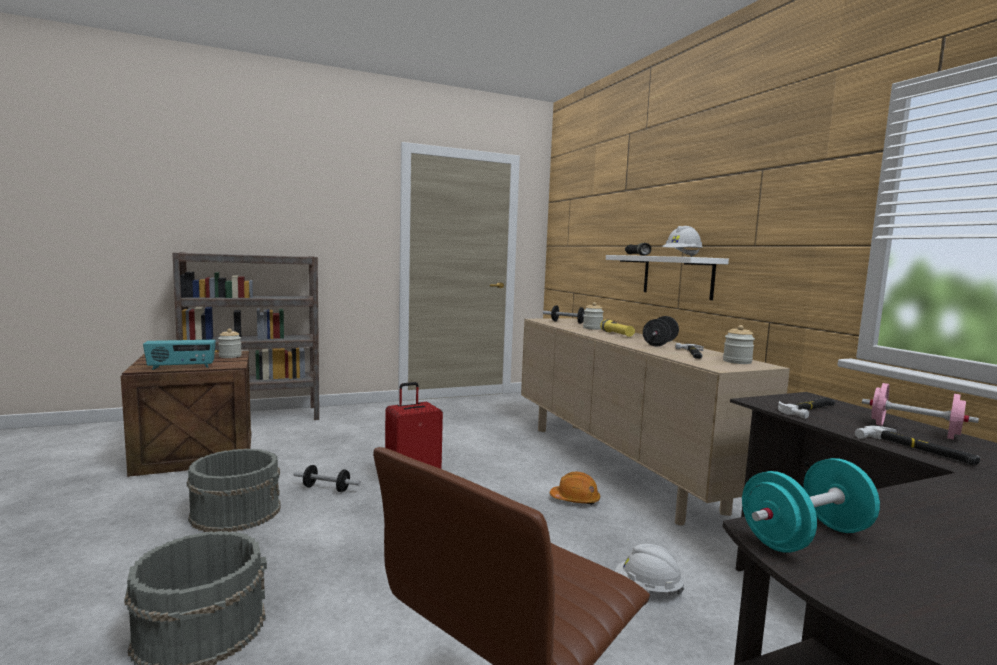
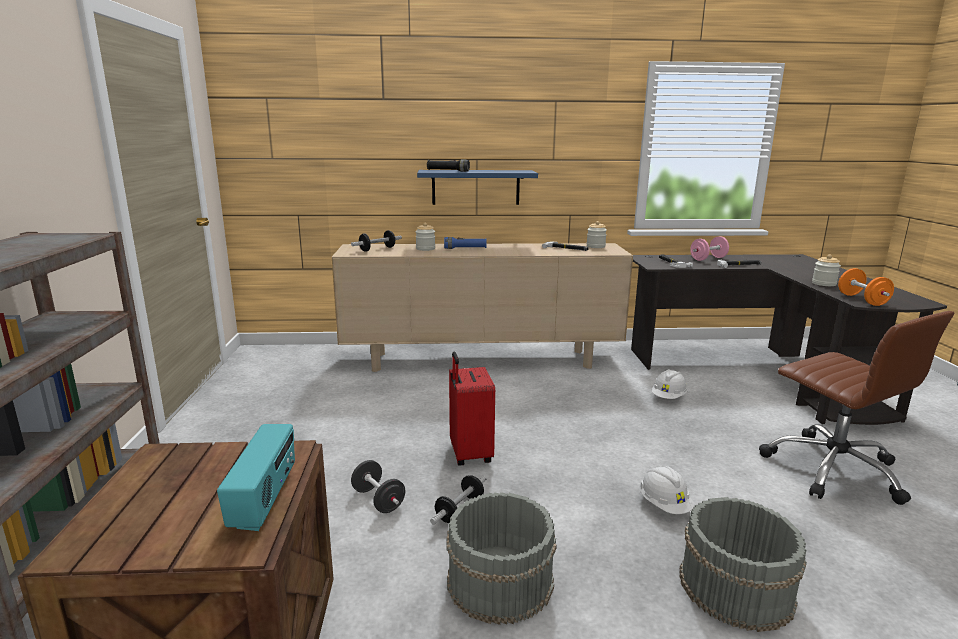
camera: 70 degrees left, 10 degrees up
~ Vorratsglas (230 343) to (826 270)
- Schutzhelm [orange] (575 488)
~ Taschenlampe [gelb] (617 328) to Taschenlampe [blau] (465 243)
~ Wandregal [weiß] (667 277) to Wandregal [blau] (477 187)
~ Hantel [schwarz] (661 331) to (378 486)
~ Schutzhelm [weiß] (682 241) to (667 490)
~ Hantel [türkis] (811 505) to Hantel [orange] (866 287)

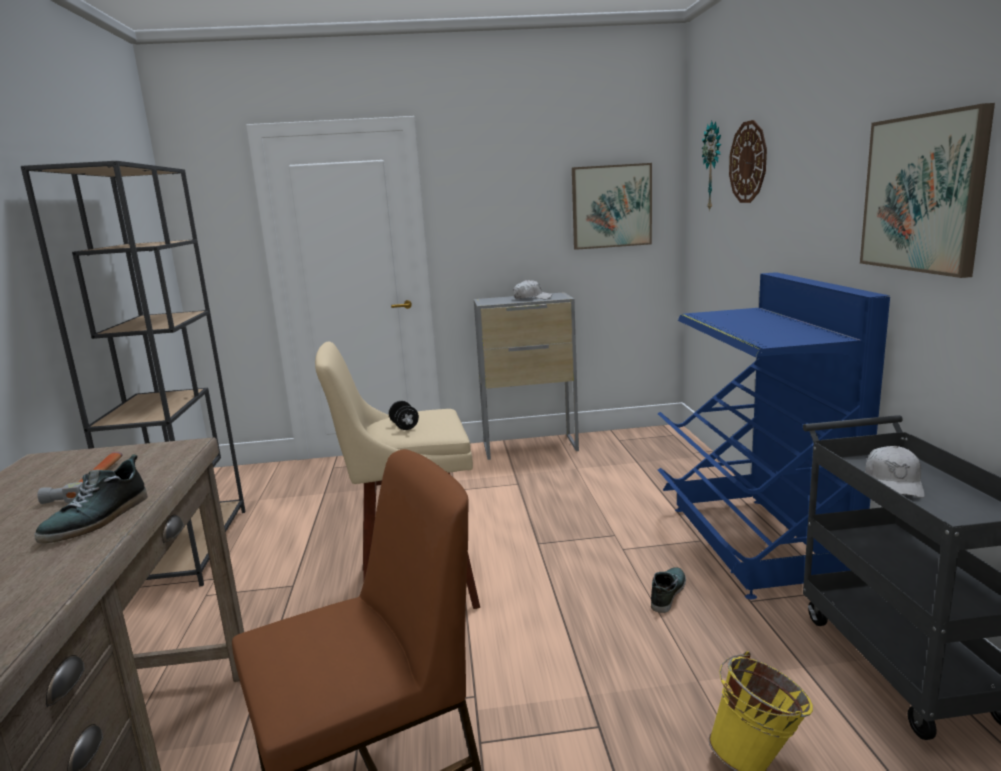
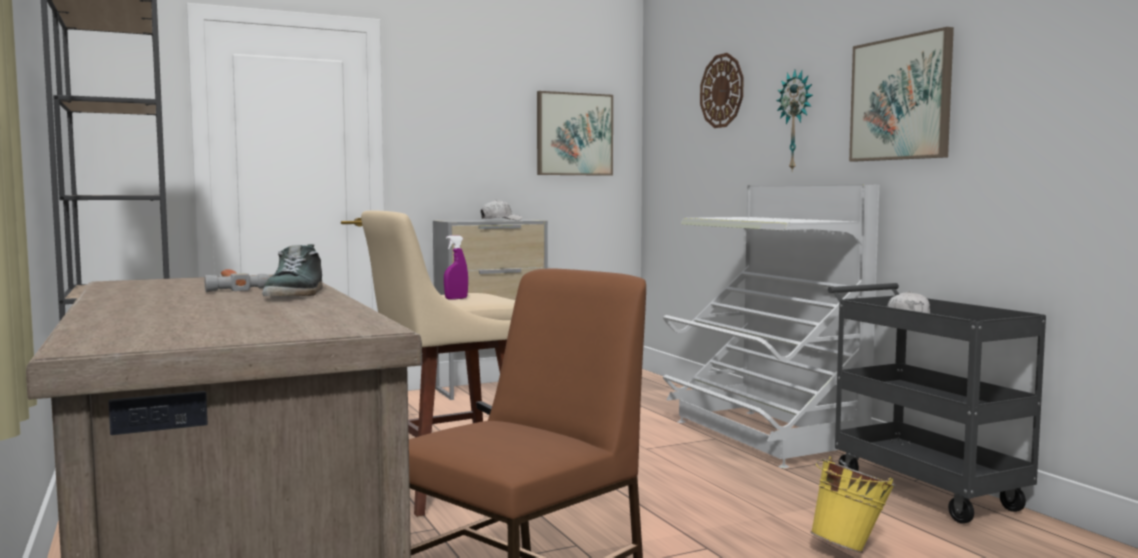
camera: 20 degrees left, 10 degrees down
~ Hantel [schwarz] (404 415) to Sprühflasche [lila] (456 267)
- Schuh (668 590)
~ Schuhregal [blau] (774 435) to Schuhregal [weiß] (771 326)
~ Wanduhr (711 166) to (794 120)

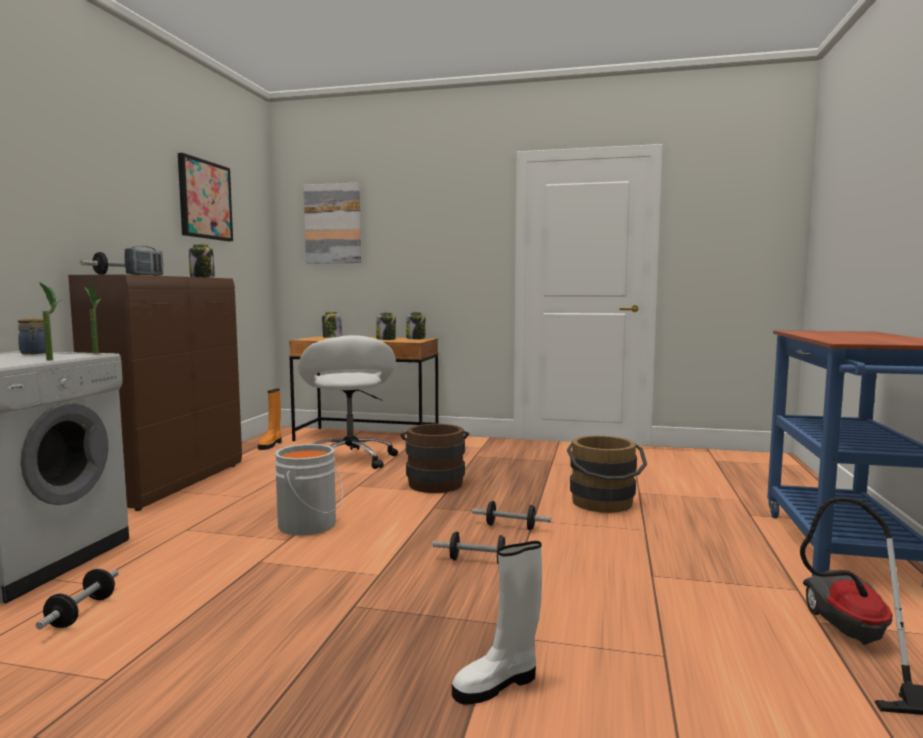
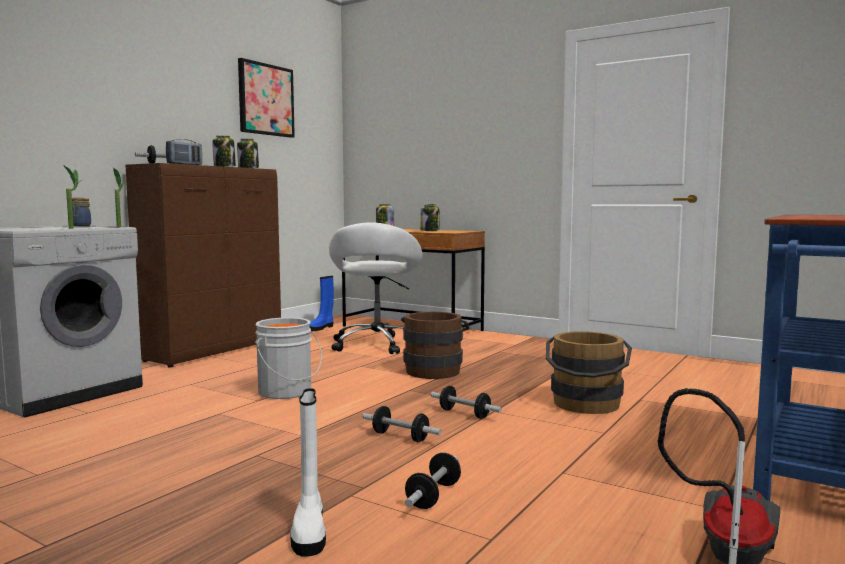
camera: 20 degrees right, 0 degrees up
~ Hantel (77 599) to (433 481)
~ Stiefel [orange] (270 419) to Stiefel [blau] (321 303)
- Bild (332 223)
~ Vorratsglas (416 325) to (224 151)
~ Stiefel [weiß] (497 622) = (308 472) 90 degrees counterclockwise

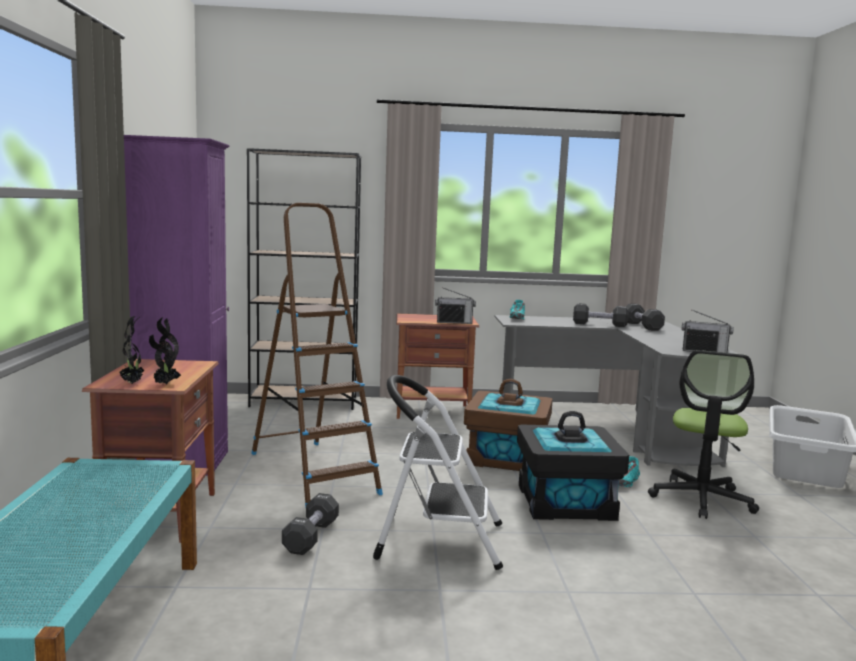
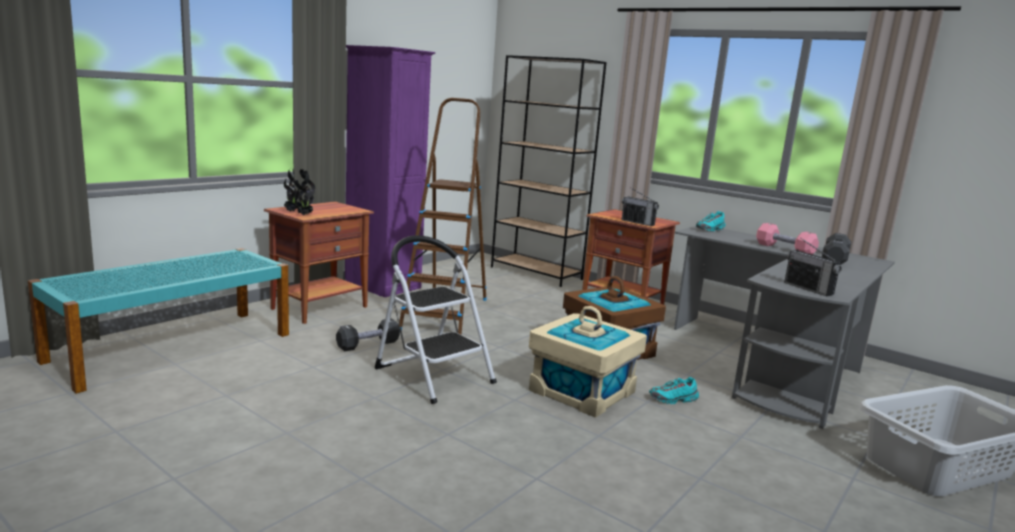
camera: 40 degrees right, 5 degrees up
~ Aufbewahrungsbox [schwarz] (573 466) to Aufbewahrungsbox [beige] (588 362)
~ Hantel [schwarz] (601 315) to Hantel [rosa] (787 239)
- Bürostuhl (703 434)

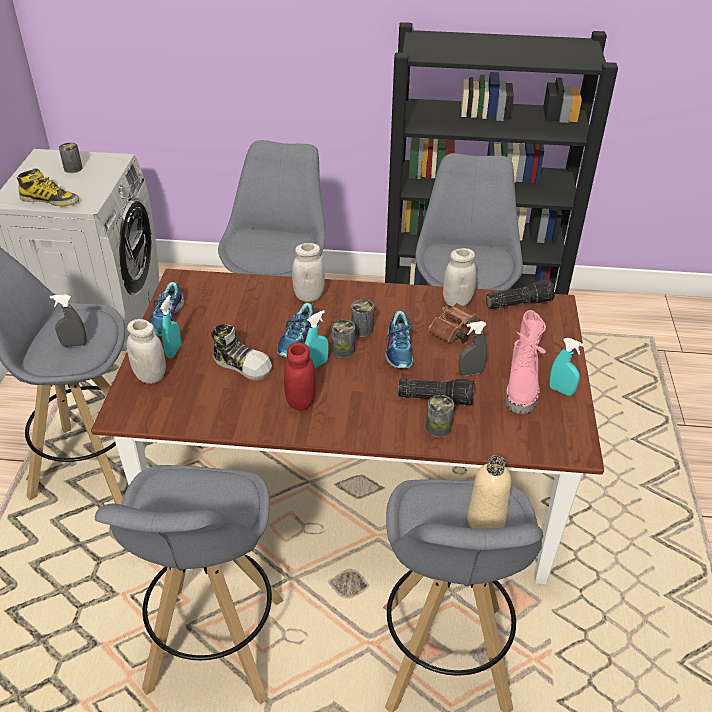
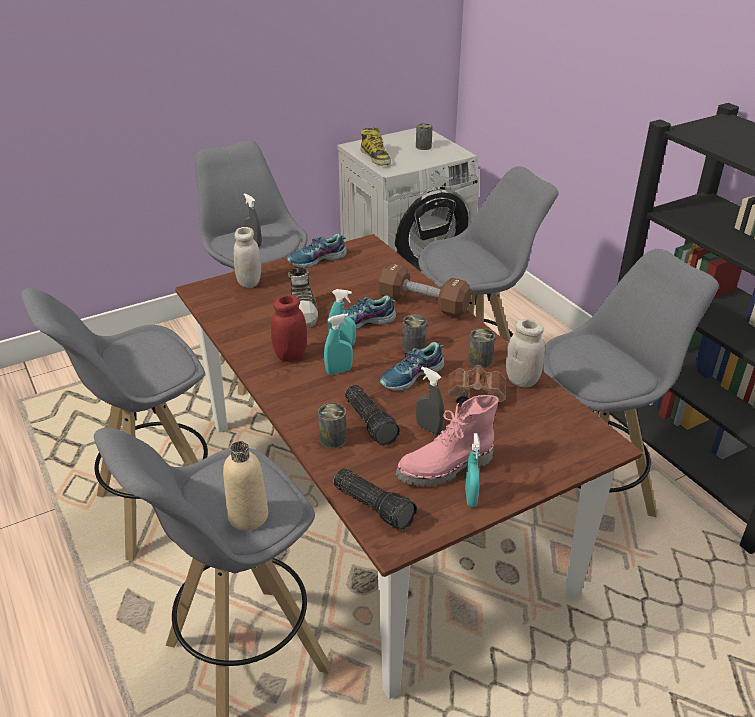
camera: 55 degrees right, 5 degrees down
~ Sprühflasche [türkis] (170 326) to (338 344)
~ Vorratsglas [weiß] (308 272) to Hantel [braun] (424 289)
~ Dose (343 339) to (481 348)
~ Taschenlampe (520 294) to (375 499)

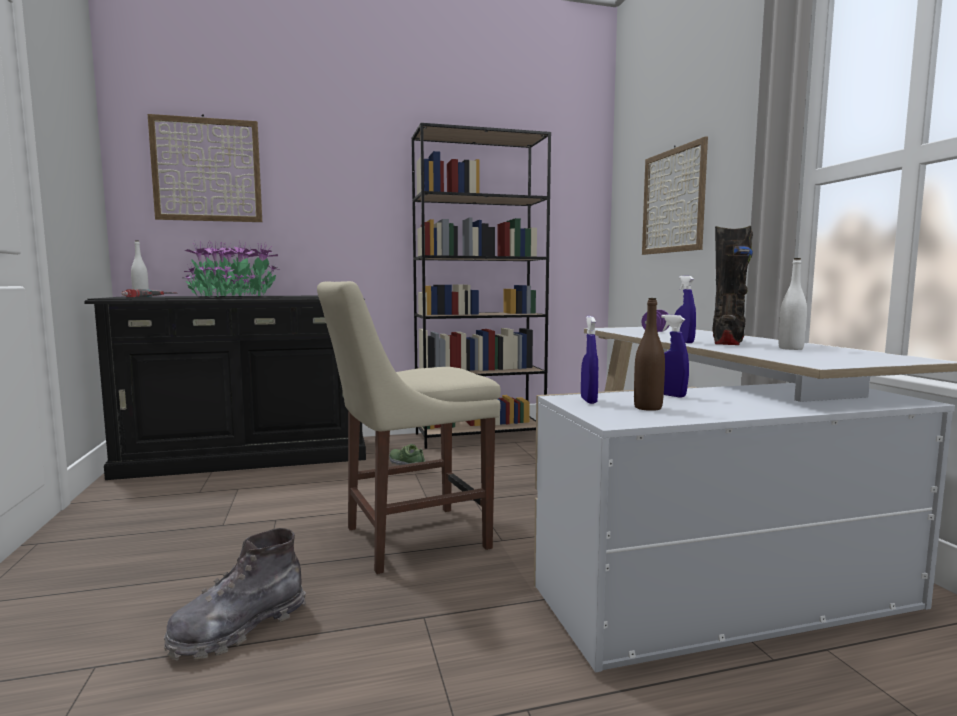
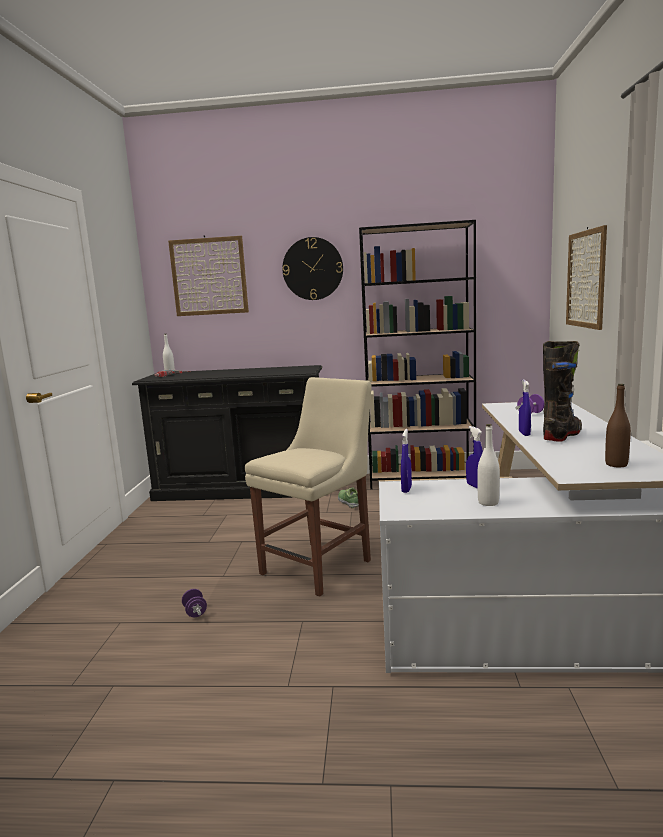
camera: 20 degrees right, 5 degrees up
~ Stiefel [grau] (235 594) to Hantel [lila] (194 603)
- Topfpflanze (232 268)
~ Stuhl [beige] (409 427) = (308 487) 135 degrees clockwise
~ Flasche [braun] (649 354) to (618 425)
~ Flasche [weiß] (793 304) to (488 465)
+ Wanduhr (312 268)

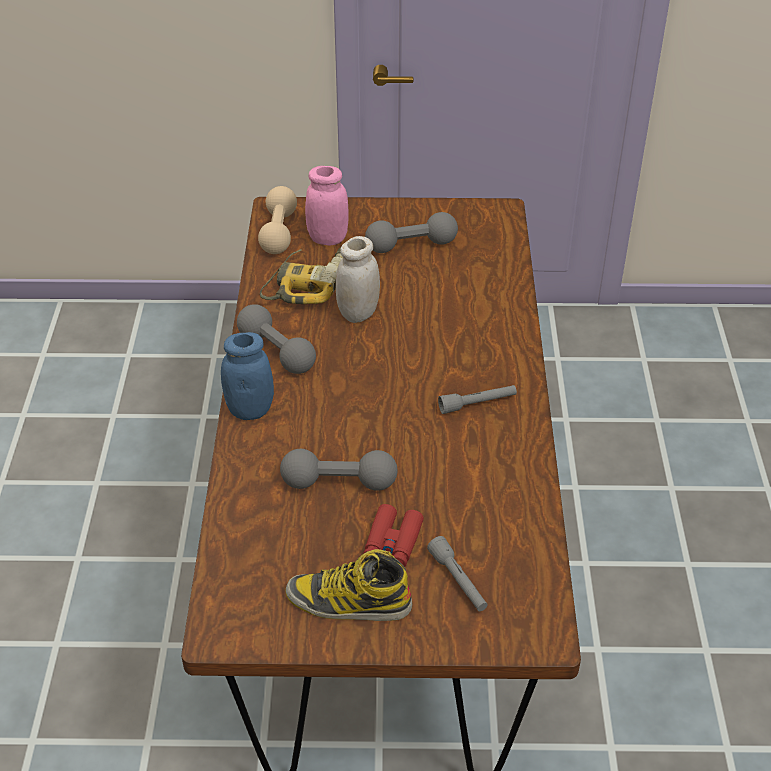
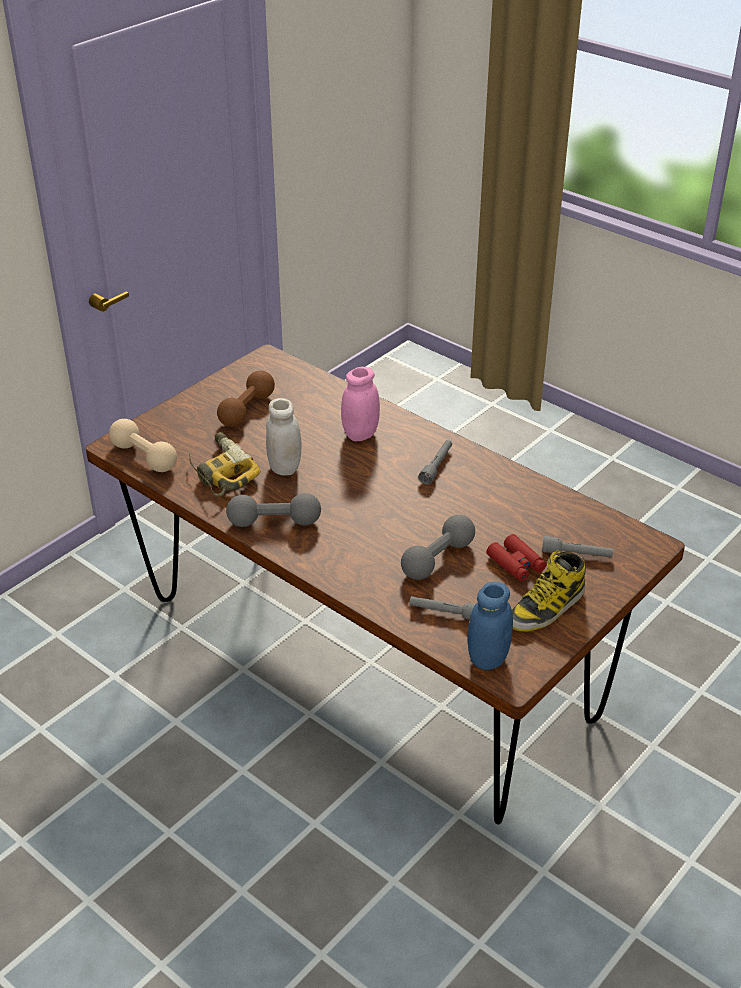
camera: 50 degrees left, 5 degrees down
~ Vorratsglas [blau] (247 376) to (490 626)
~ Vorratsglas [rosa] (327 206) to (360 404)
~ Hantel [grau] (411 232) to Hantel [braun] (246 398)
+ Taschenlampe [grau] (442 608)

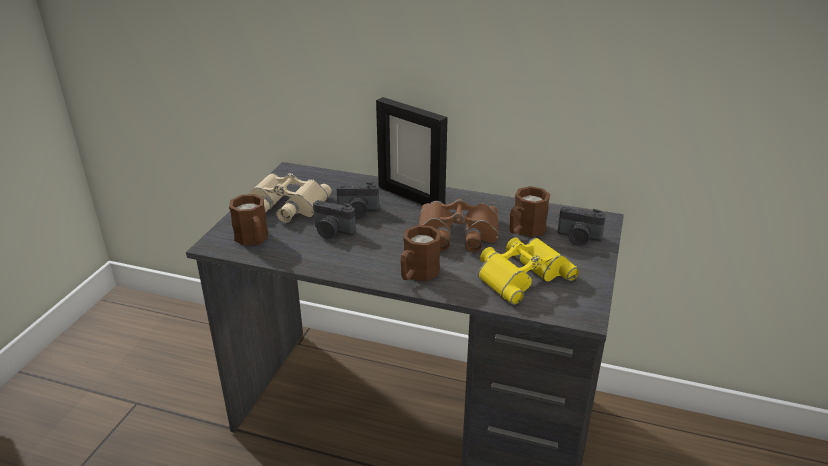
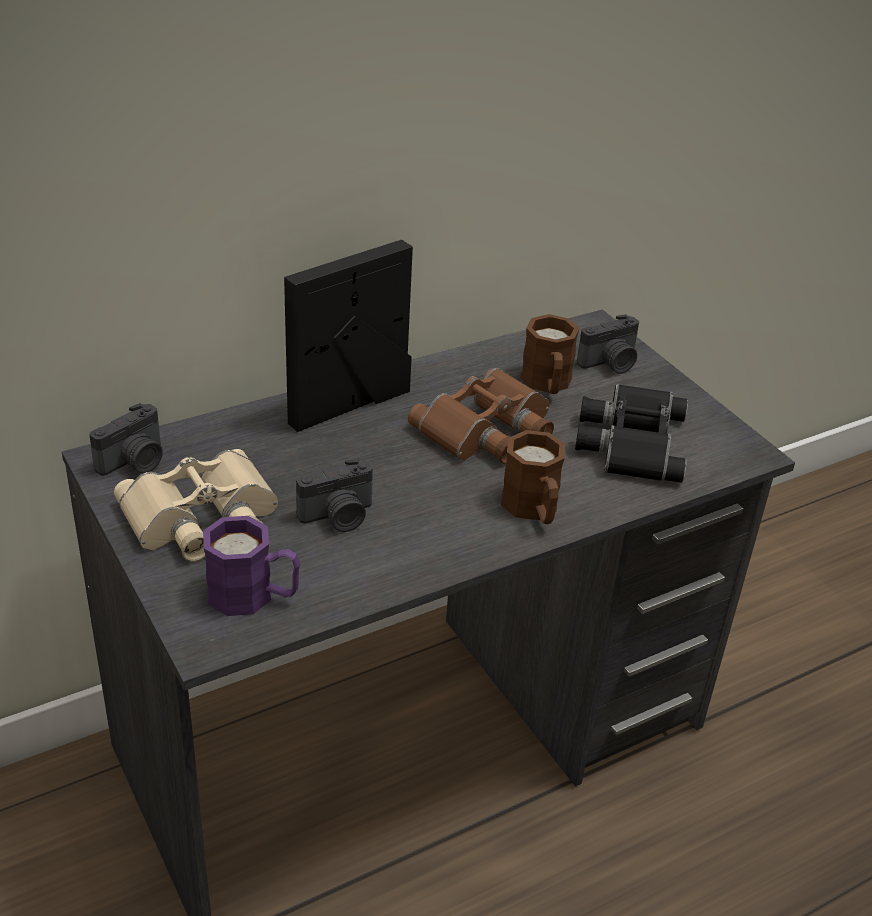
camera: 50 degrees left, 5 degrees up
~ Henkelbecher [braun] (248 220) to Henkelbecher [lila] (251 566)
~ Kamera (357 200) to (126 439)
~ Bilderrahmen (412 151) = (348 336) 150 degrees clockwise
~ Fernglas [gelb] (528 271) to Fernglas [schwarz] (631 433)

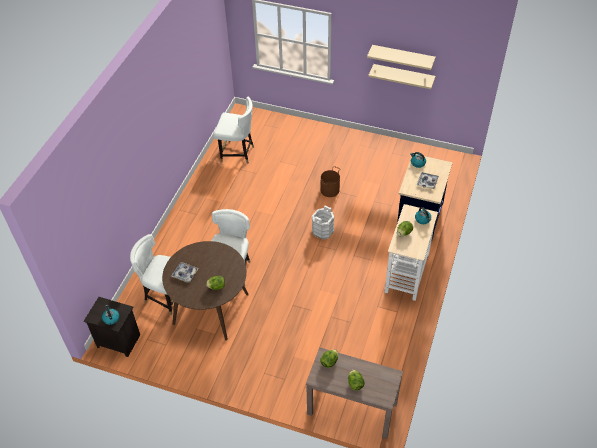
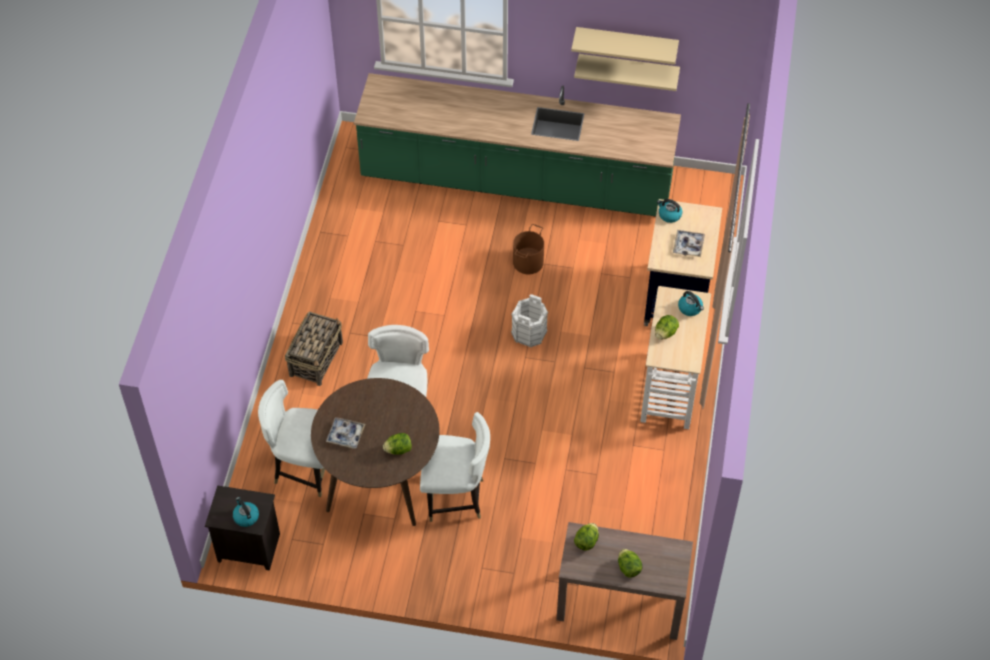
camera: 10 degrees left, 5 degrees up
~ Stuhl [weiß] (233 130) to (455 467)
+ Korb (314 349)
+ Küchenzeile [grün] (517 144)

